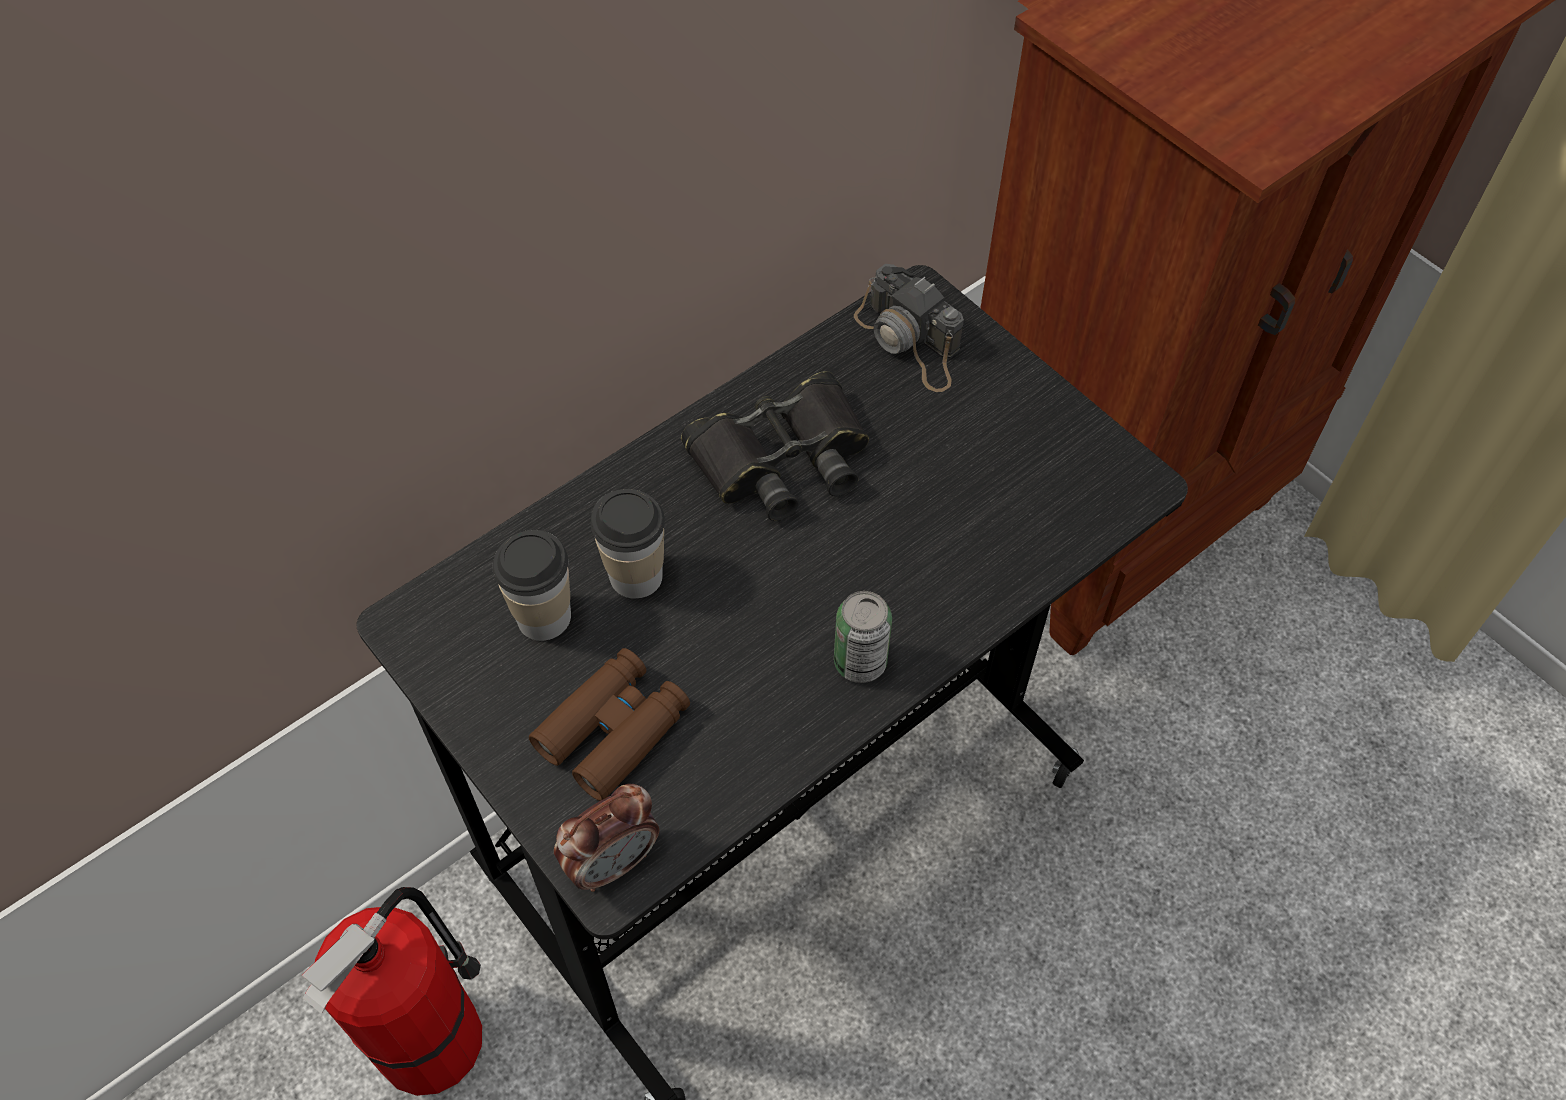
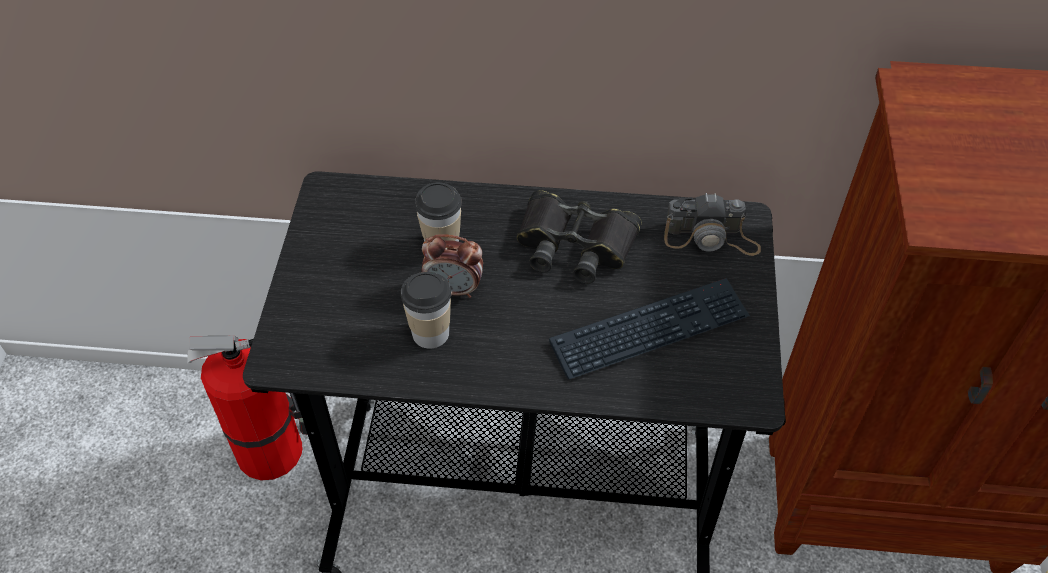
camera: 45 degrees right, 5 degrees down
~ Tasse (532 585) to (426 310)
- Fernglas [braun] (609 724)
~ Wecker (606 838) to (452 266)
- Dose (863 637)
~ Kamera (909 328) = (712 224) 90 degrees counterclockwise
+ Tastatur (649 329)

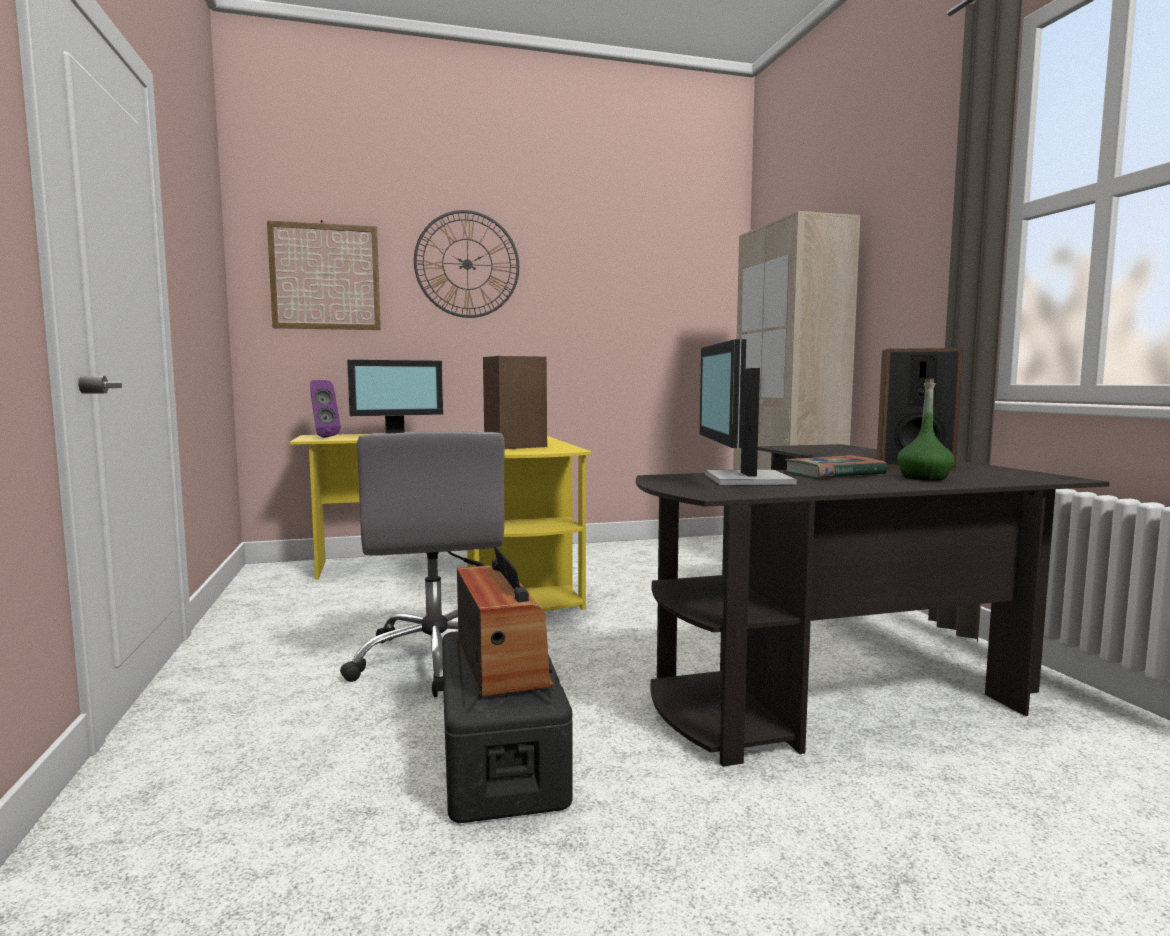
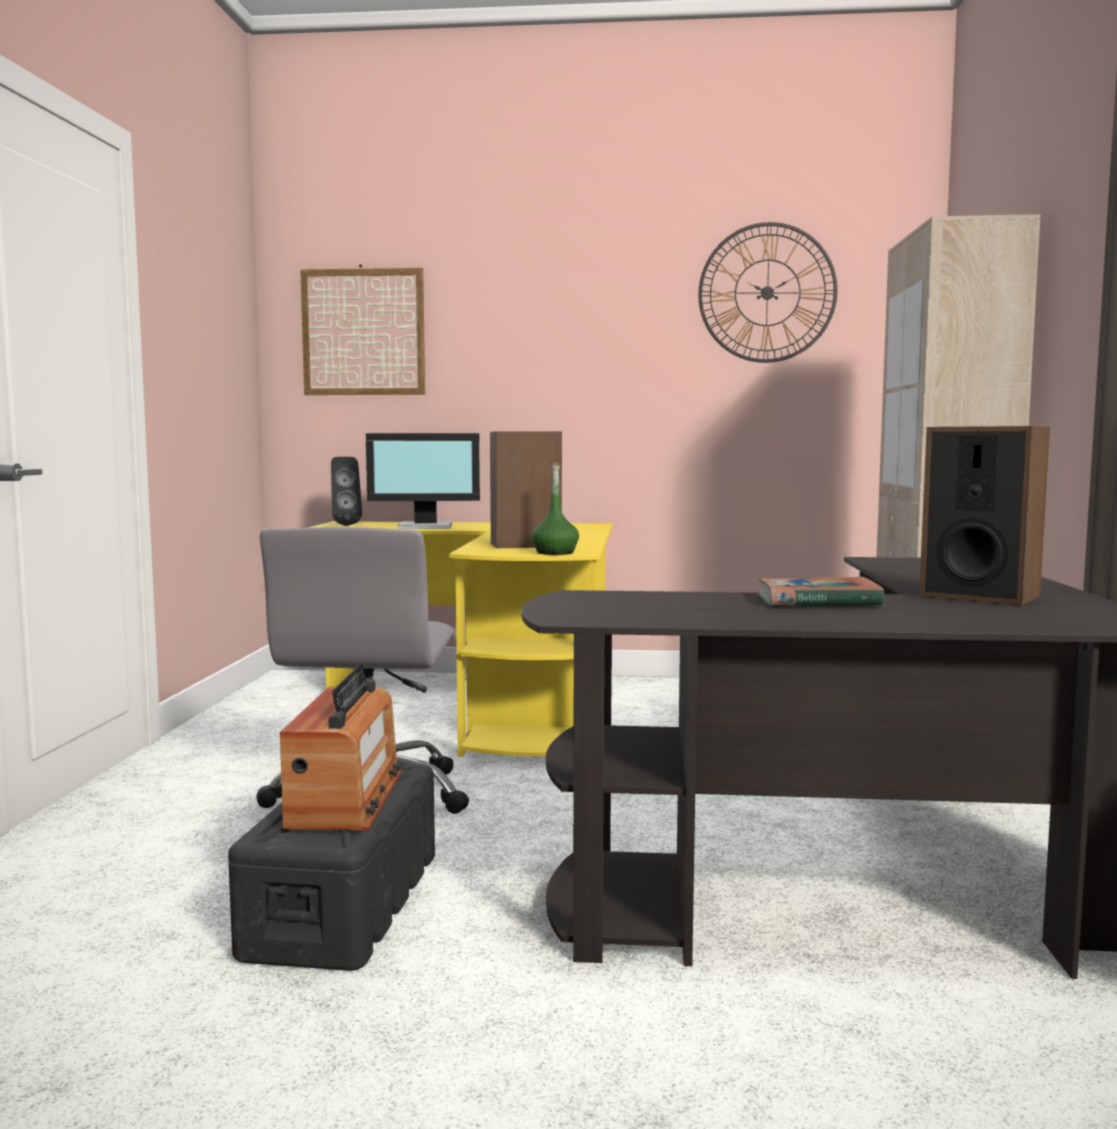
camera: 20 degrees right, 0 degrees up
~ Lautsprecher [lila] (325 409) to Lautsprecher [schwarz] (346 491)
~ Wanduhr (466 264) to (768 292)
- Monitor (748 412)
~ Flasche [grün] (925 429) to (555 508)

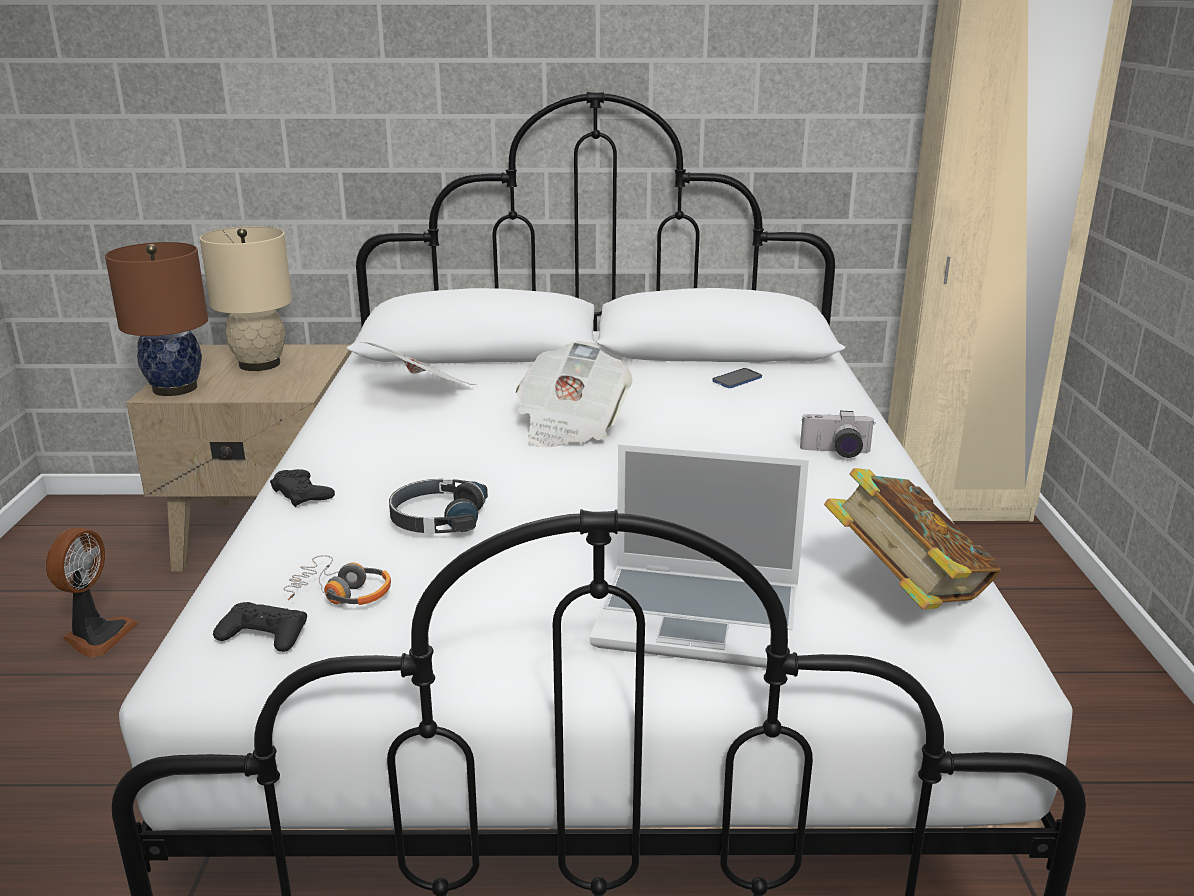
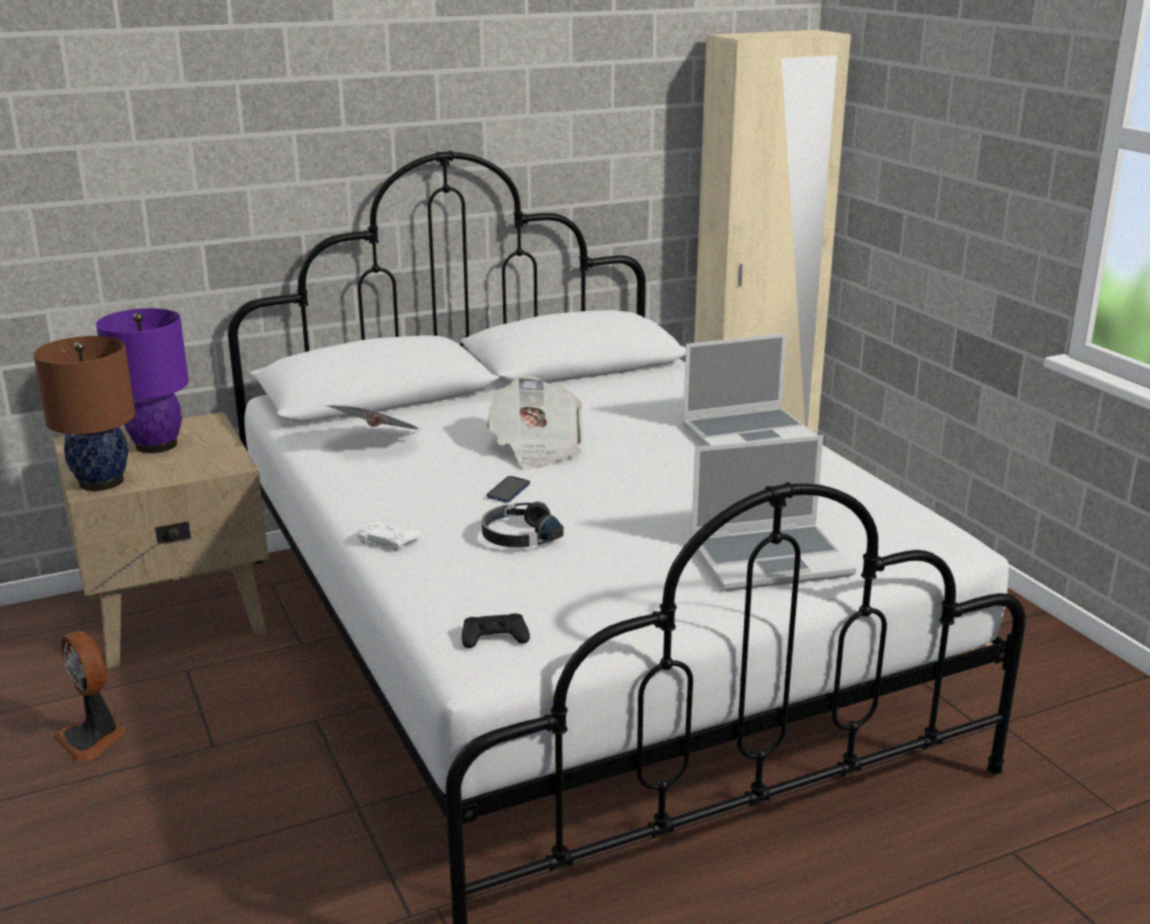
camera: 25 degrees left, 0 degrees up
~ Ventilator (92 592) = (89 696) 150 degrees clockwise
~ Tischlampe [beige] (246 299) to Tischlampe [lila] (142 380)
~ Gamepad [schwarz] (302 488) to Gamepad [weiß] (389 536)
- Kopfhörer (337 580)
~ Handy (737 378) to (508 489)
~ Kamera (837 434) to Laptop (749 389)
- Buch (912 539)

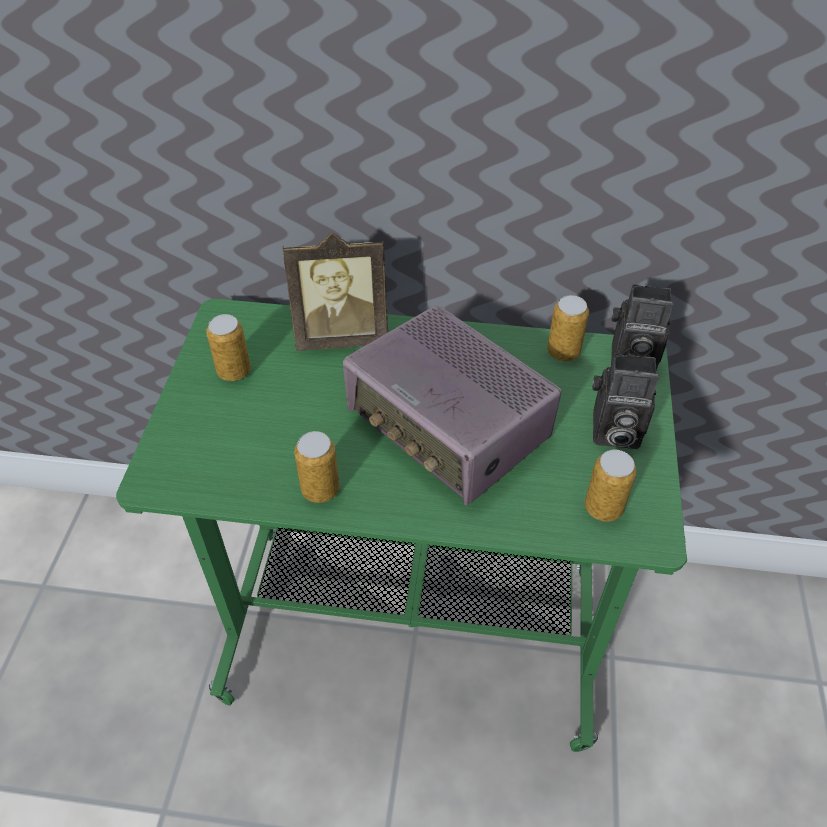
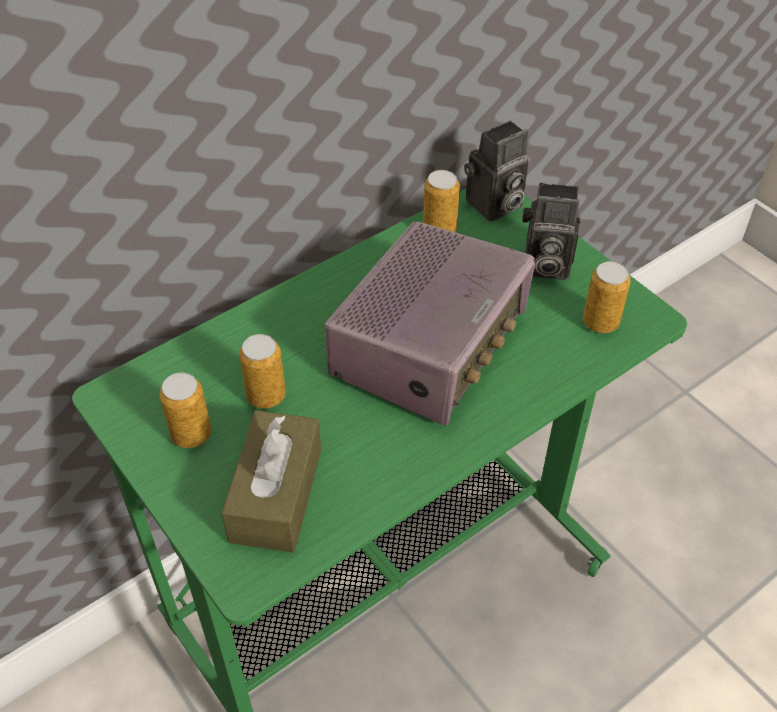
camera: 45 degrees left, 0 degrees up
- Bilderrahmen (335 292)
~ Dose (316 467) to (262 371)
~ Radio (452 405) = (430 323) 60 degrees counterclockwise
~ Kamera (626 401) = (551 231) 45 degrees clockwise
+ Taschentuchbox [braun] (271 481)

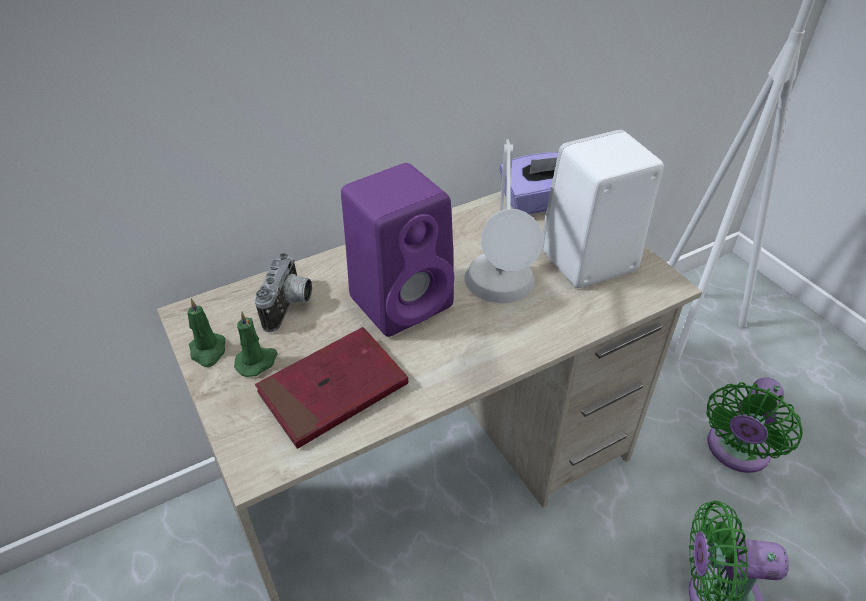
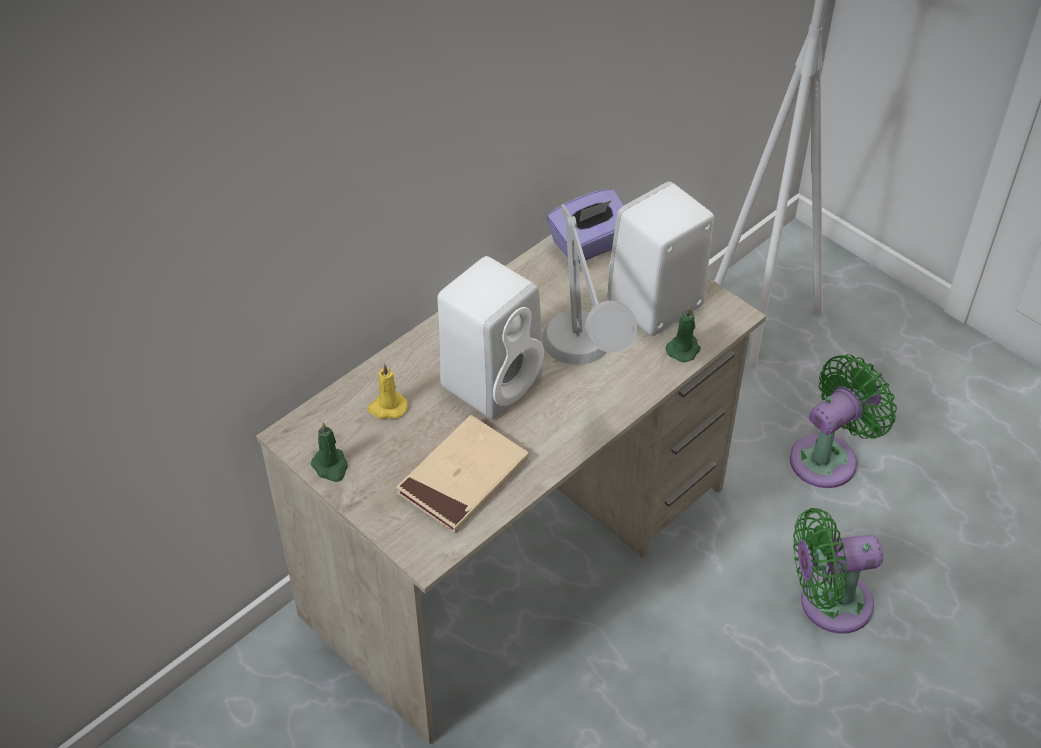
camera: 15 degrees left, 5 degrees up
~ Kerze [grün] (256 344) to (683 334)
~ Kamera (283 292) to Kerze [gelb] (387 391)
~ Buch [rot] (331 388) to Buch [beige] (462 474)
~ Lautsprecher [lila] (397 250) to Lautsprecher [weiß] (490 337)
~ Ventilator [grün] (754 425) = (843 421) 150 degrees counterclockwise

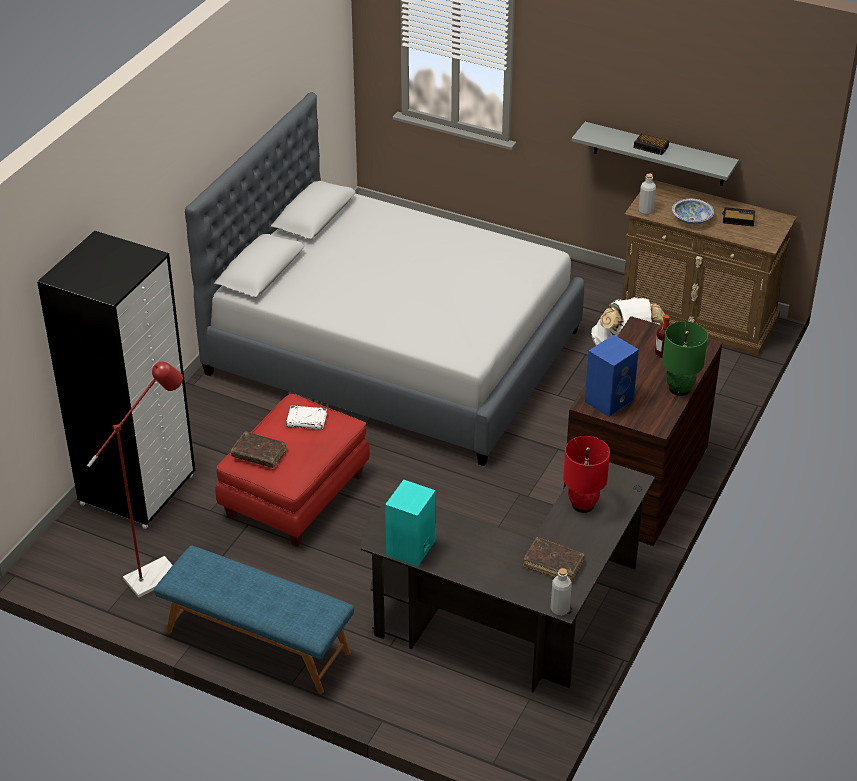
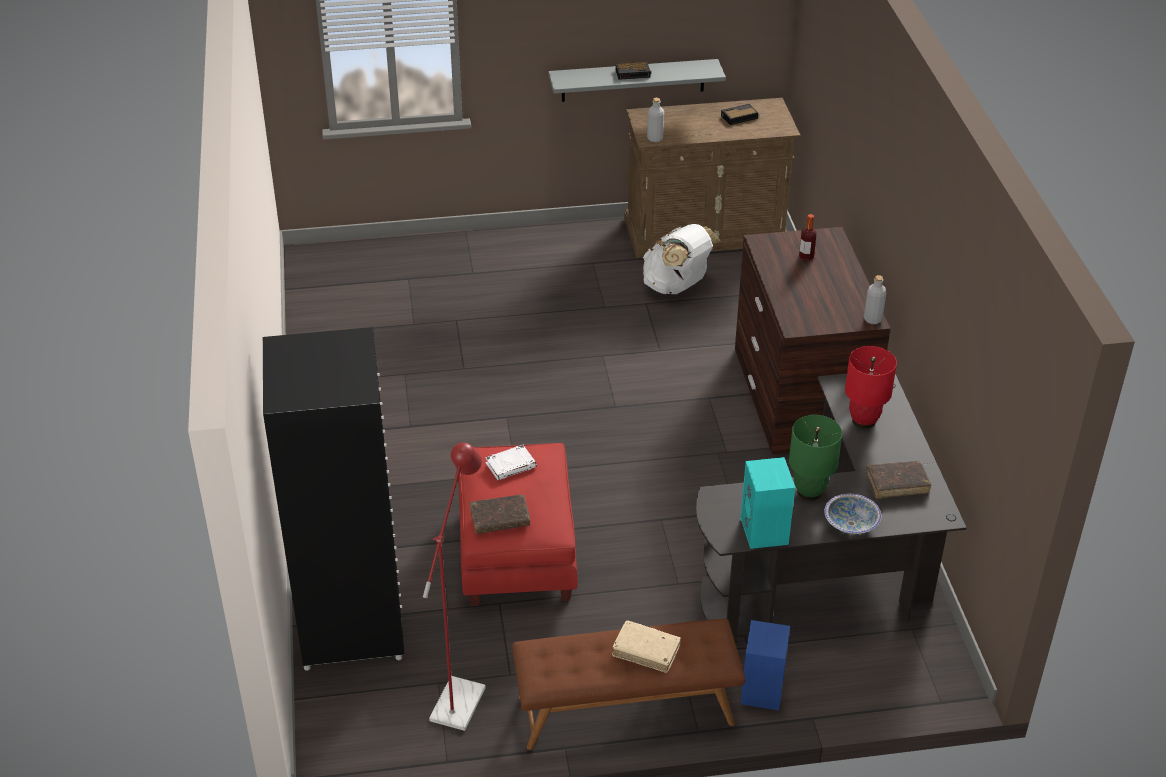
camera: 35 degrees left, 0 degrees up
~ Bank [blau] (254 619) to Bank [braun] (628 684)
- Bett [grau] (384 279)
~ Flasche [grau] (561 591) to (875 299)
~ Lautsprecher [blau] (612 376) to (765 665)
~ Tischlampe [grün] (685 358) to (815 457)
~ Schüssel (693 212) to (852 514)
+ Buch [beige] (646 646)

